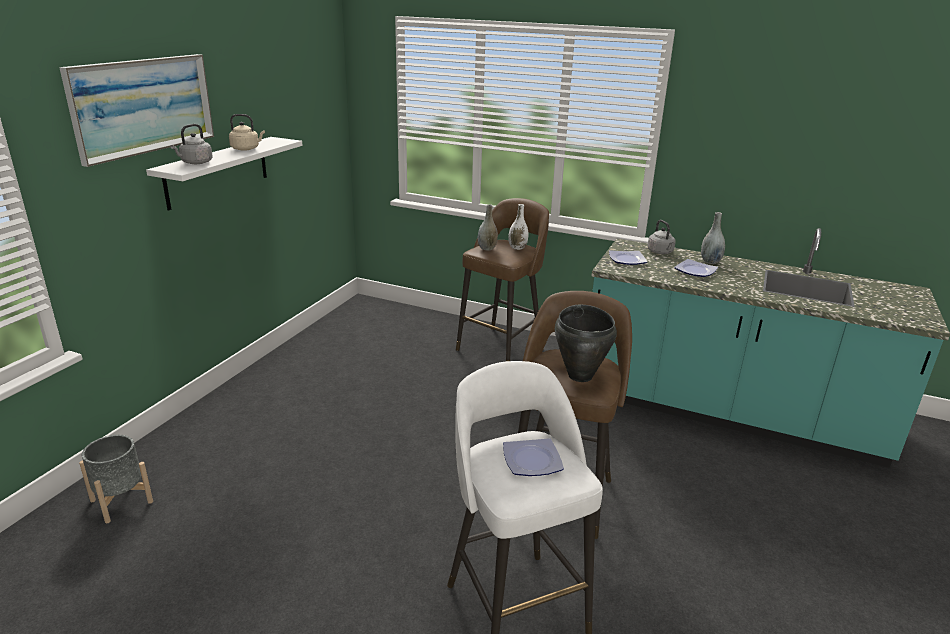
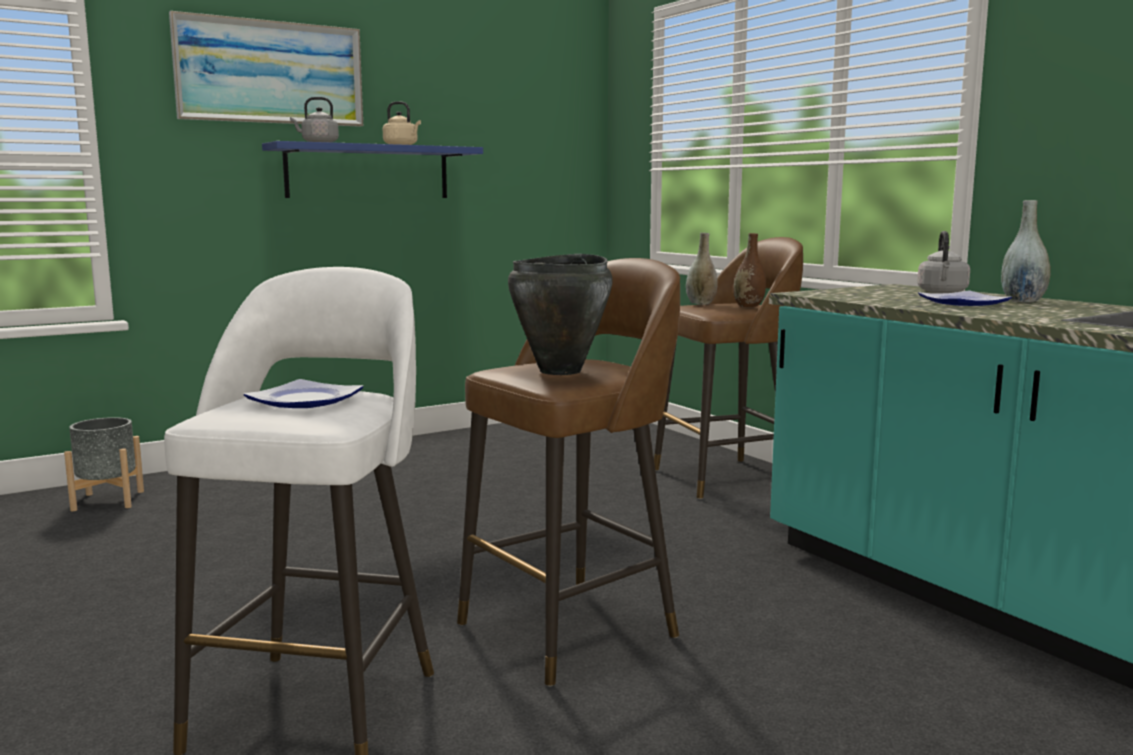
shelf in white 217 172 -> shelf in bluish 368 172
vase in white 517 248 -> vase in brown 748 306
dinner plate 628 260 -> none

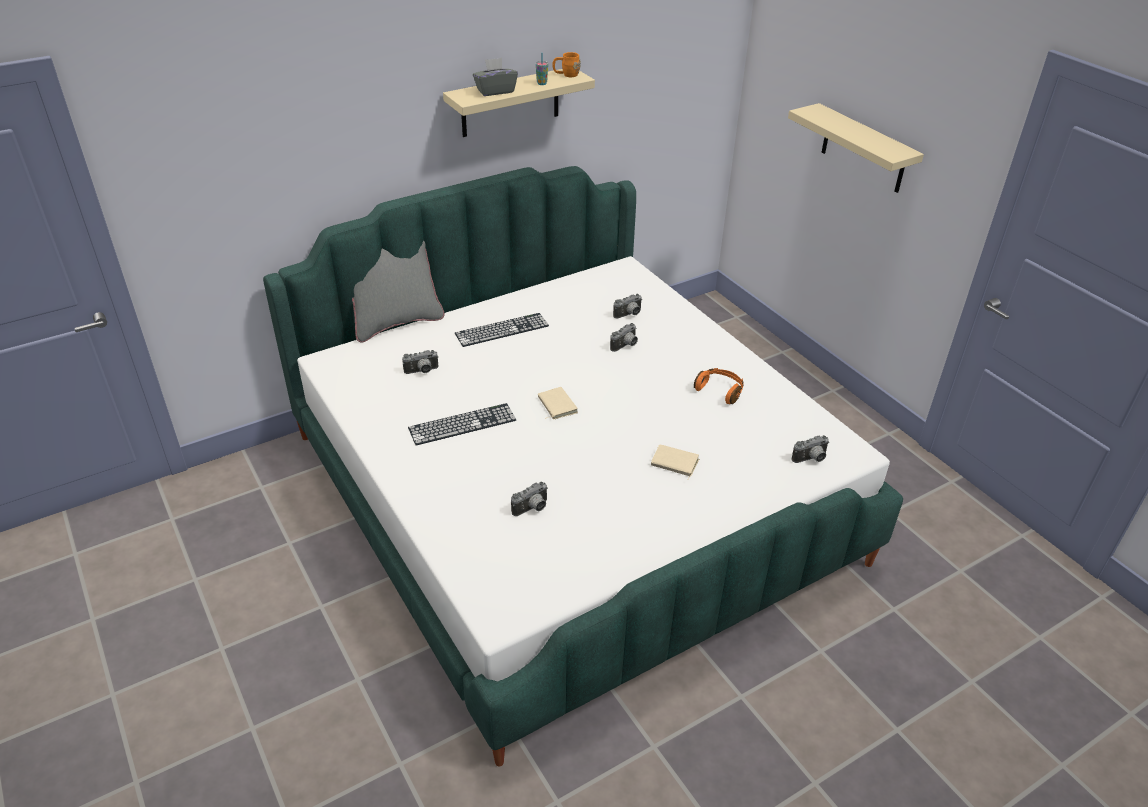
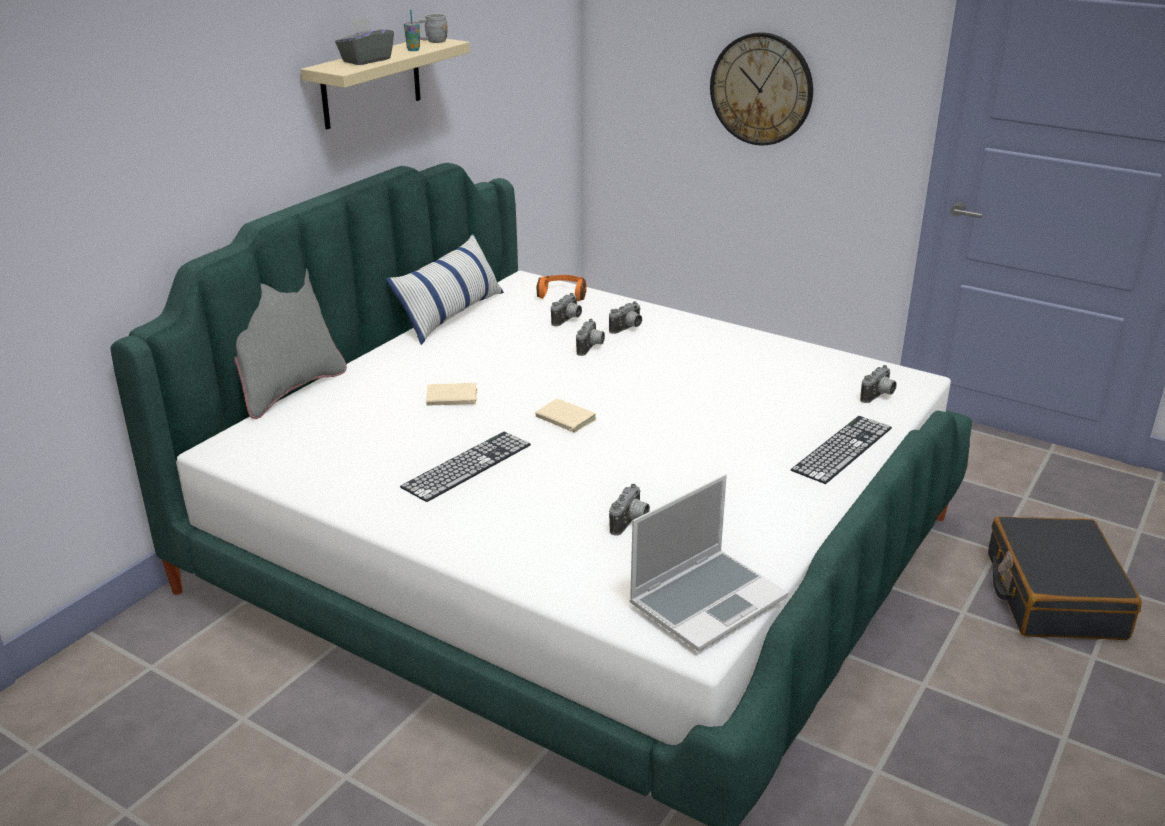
none -> throw pillow 451 314
tea mug in orange 566 75 -> tea mug in grey 432 41
bound book in beige-coloured 674 463 -> bound book in beige-coloured 451 398, moved
pair of headphones in orange 720 390 -> pair of headphones in orange 563 294, moved
still camera 422 372 -> still camera 628 329, moved
none -> laptop 707 600
shelf in beige-coloured 864 149 -> hanging clock 761 89
computer keyboard 502 330 -> computer keyboard 842 449, moved
none -> suitcase in black-coloured 1053 595

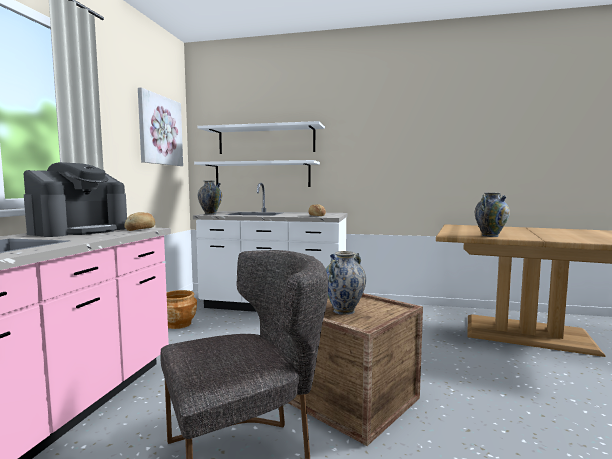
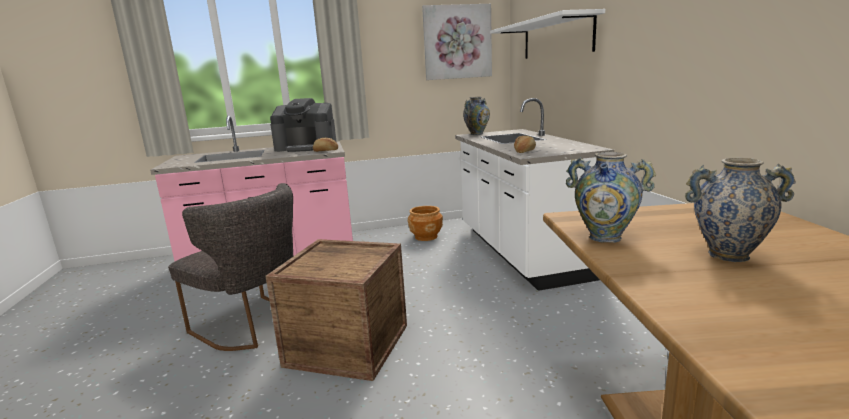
vase 343 311 -> vase 728 255, moved
shelf in white 262 175 -> none

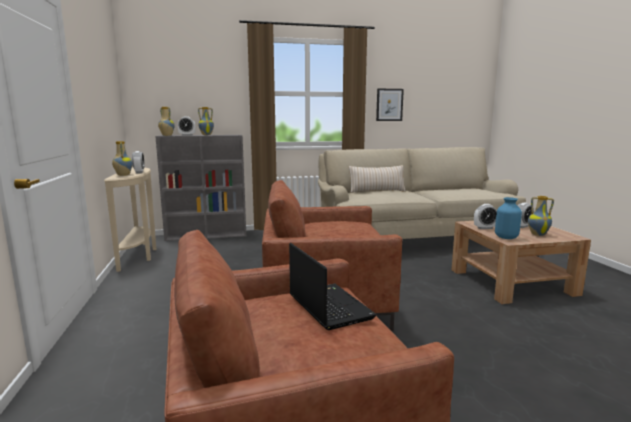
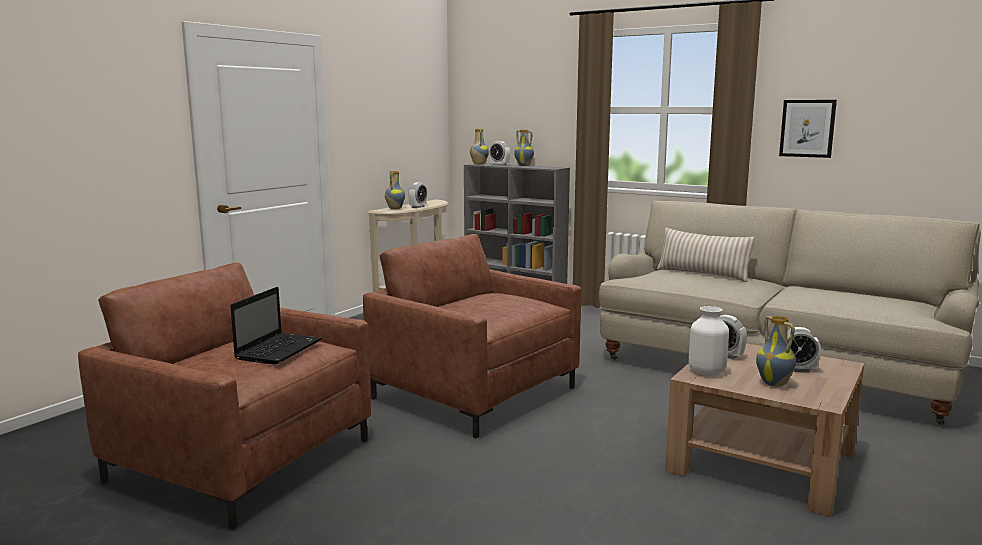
vase in bluish 505 237 -> vase in white 706 372

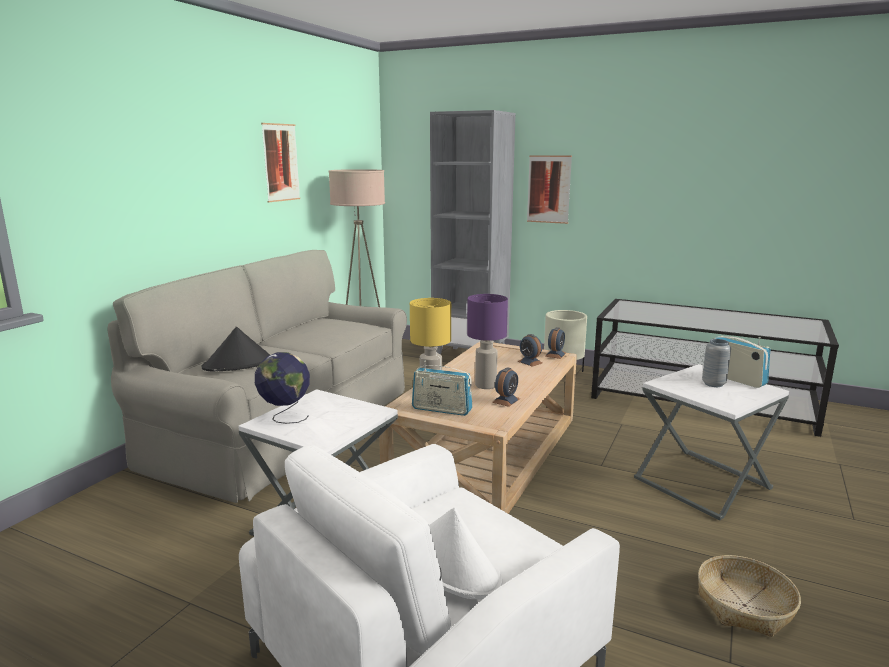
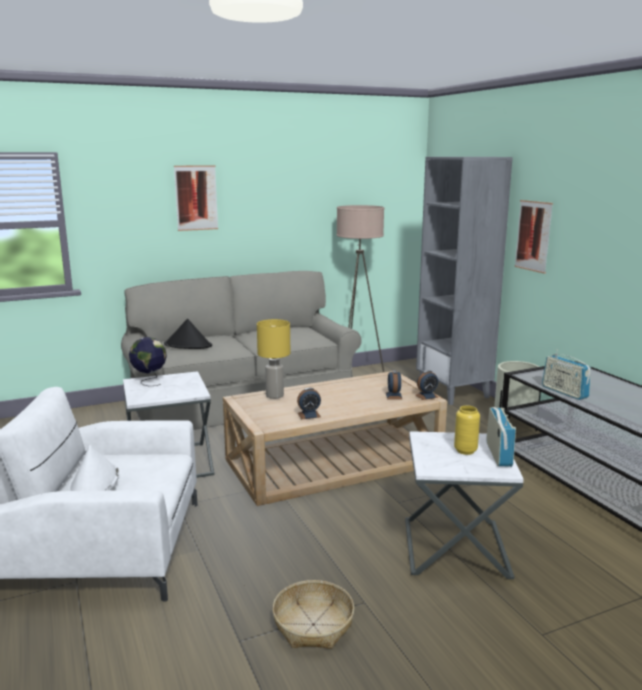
picture 281 162 -> picture 196 198, moved
vase in grey 713 384 -> vase in yellowish 465 451
radio set 441 409 -> radio set 564 392, moved
table lamp in purplish 485 385 -> none

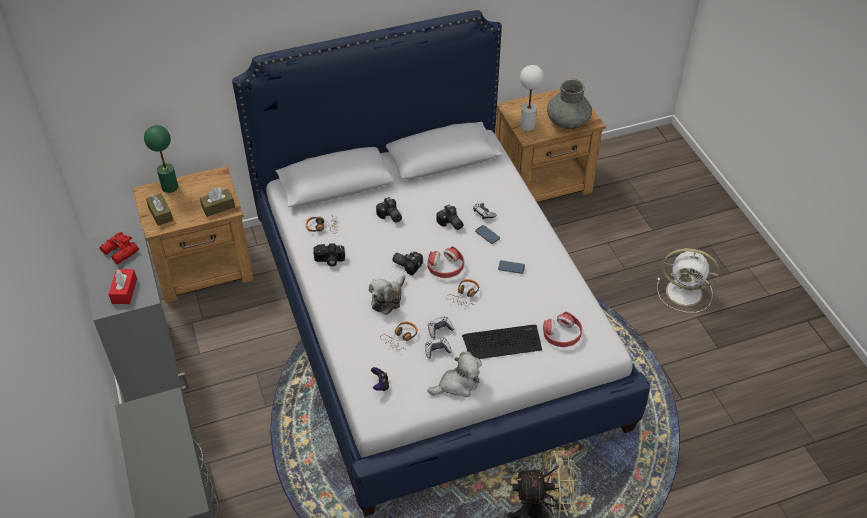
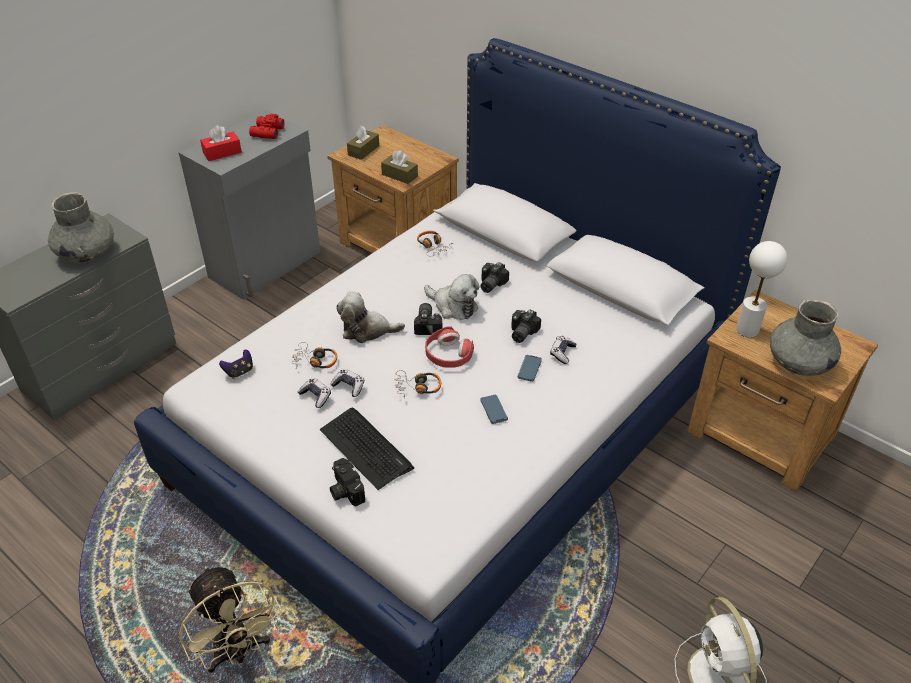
none -> vase in grey 86 252
still camera 329 260 -> still camera 344 490, moved
soft toy 457 384 -> soft toy 453 306, moved
table lamp in green 169 187 -> none
pair of headphones in reddish 562 334 -> none

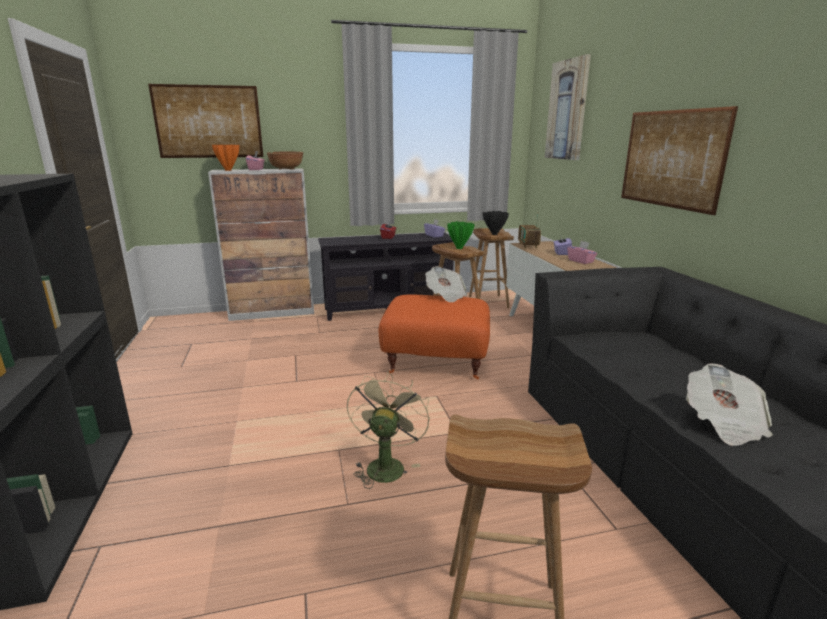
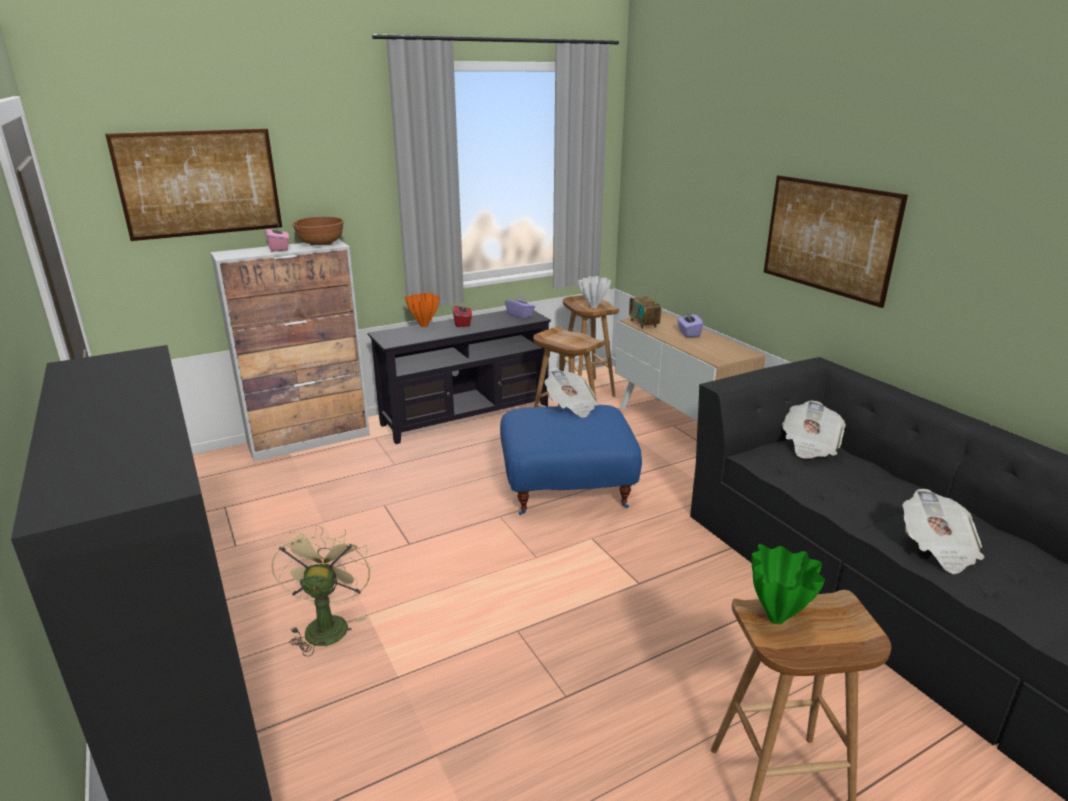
electric fan in beige-coloured 386 464 -> electric fan in beige-coloured 326 624, moved
vase in orange 228 170 -> vase in orange 424 326, moved
footrest in orange 436 361 -> footrest in bluish 567 489
vase in black-coloured 495 234 -> vase in white 594 307
vase in green 459 248 -> vase in green 777 619, moved
none -> daily paper 810 445
picture 567 110 -> none
tissue holder in pink 581 261 -> none

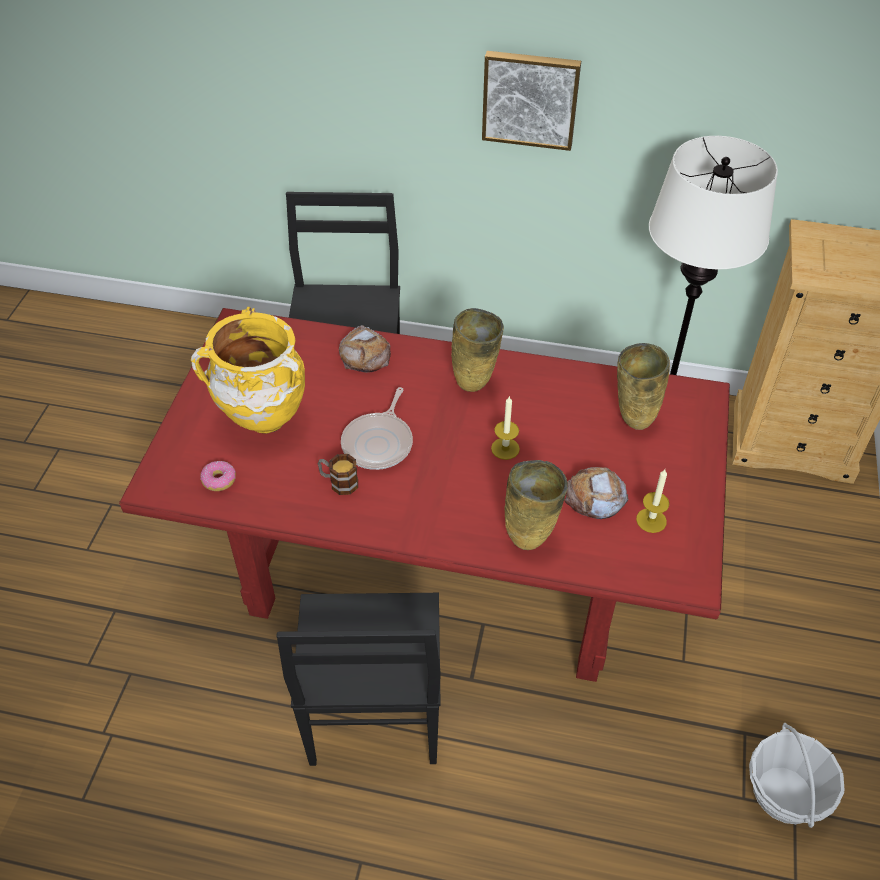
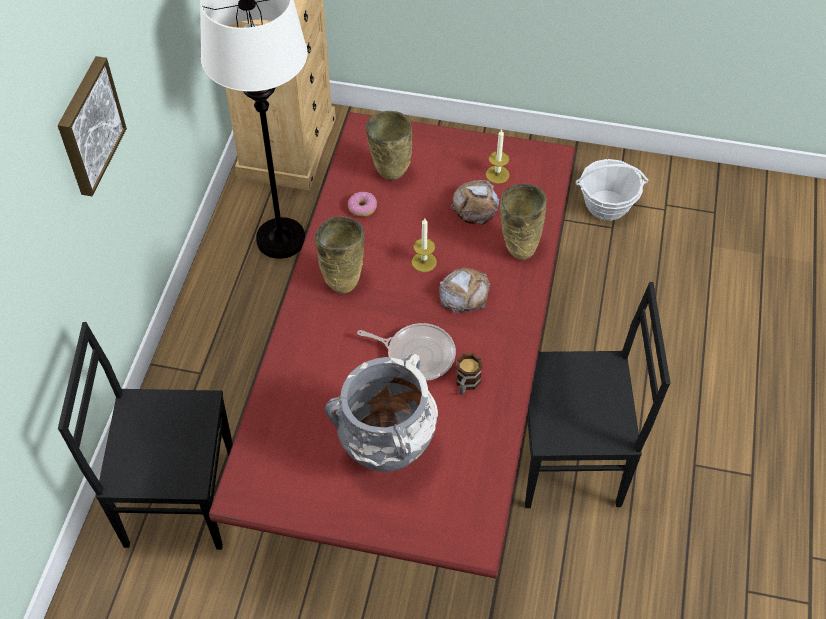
vase in yellowish 263 420 -> vase in grey 387 453
doughnut 219 480 -> doughnut 362 207, moved
bread 365 355 -> bread 464 293, moved

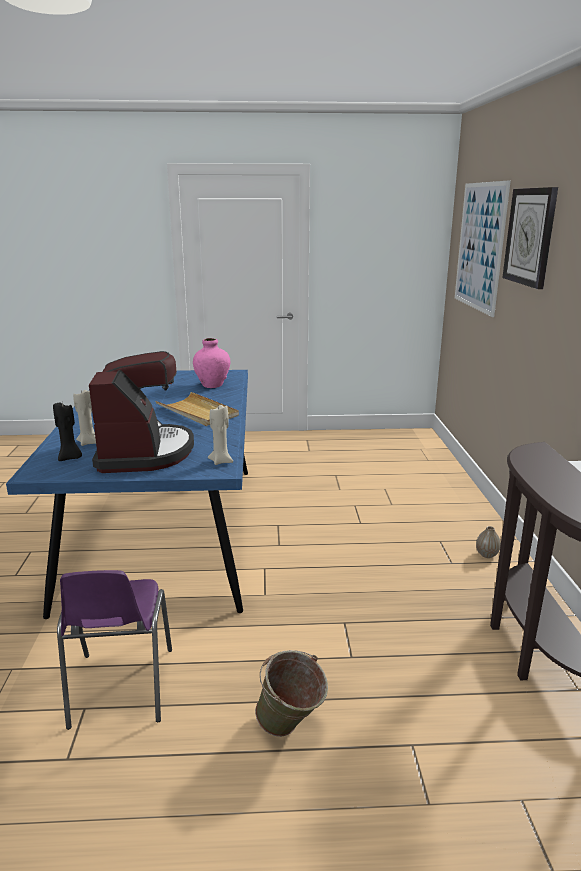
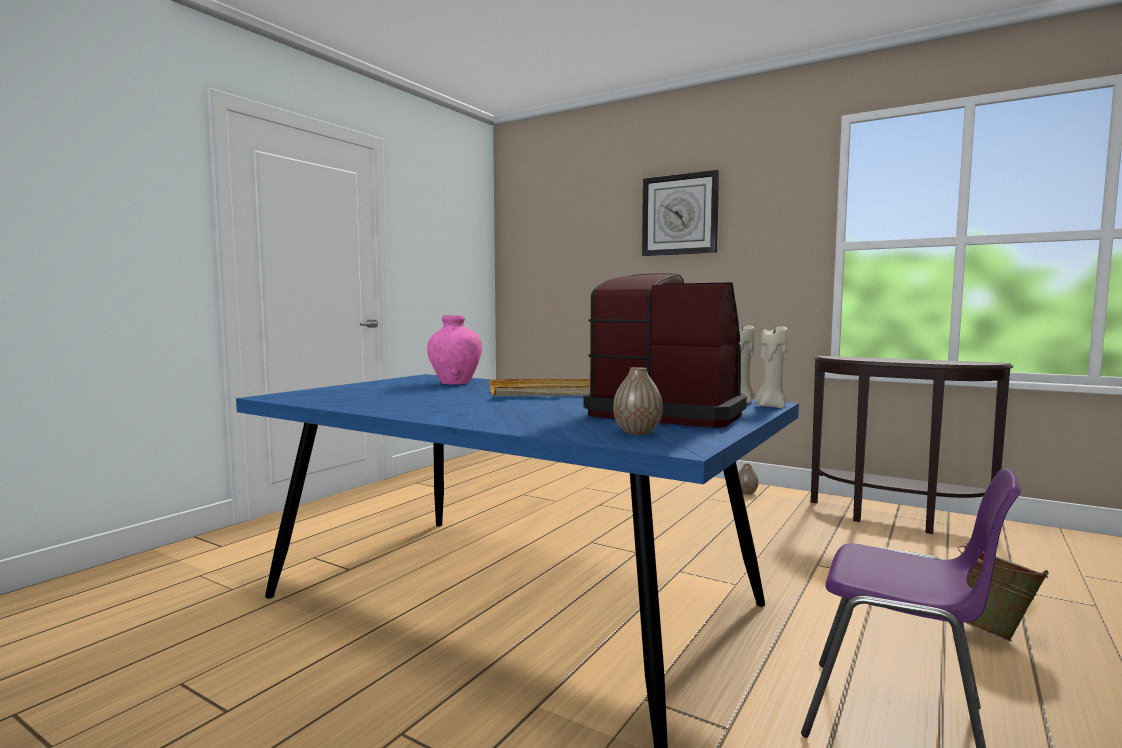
candle in black-coloured 70 458 -> vase 637 432
candle in beige-coloured 88 442 -> candle in beige-coloured 771 406, moved
picture 479 246 -> none

